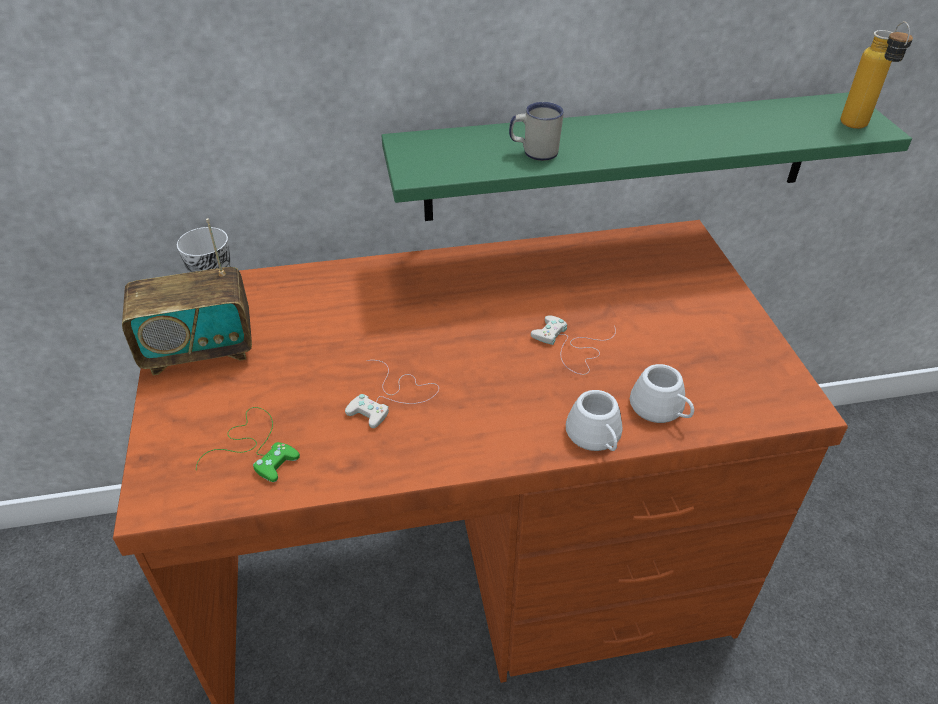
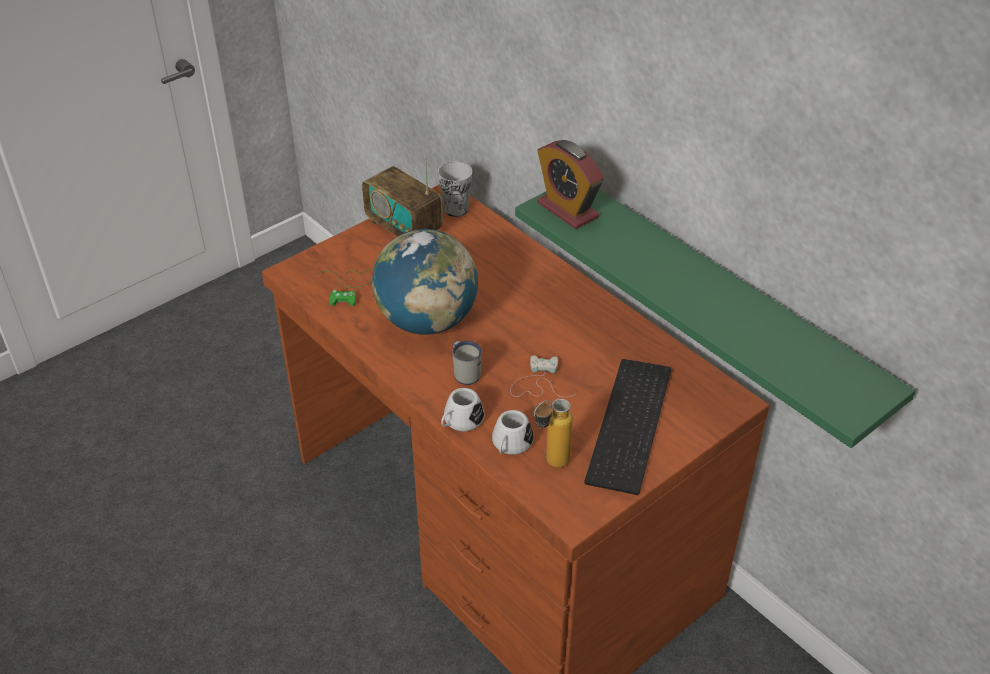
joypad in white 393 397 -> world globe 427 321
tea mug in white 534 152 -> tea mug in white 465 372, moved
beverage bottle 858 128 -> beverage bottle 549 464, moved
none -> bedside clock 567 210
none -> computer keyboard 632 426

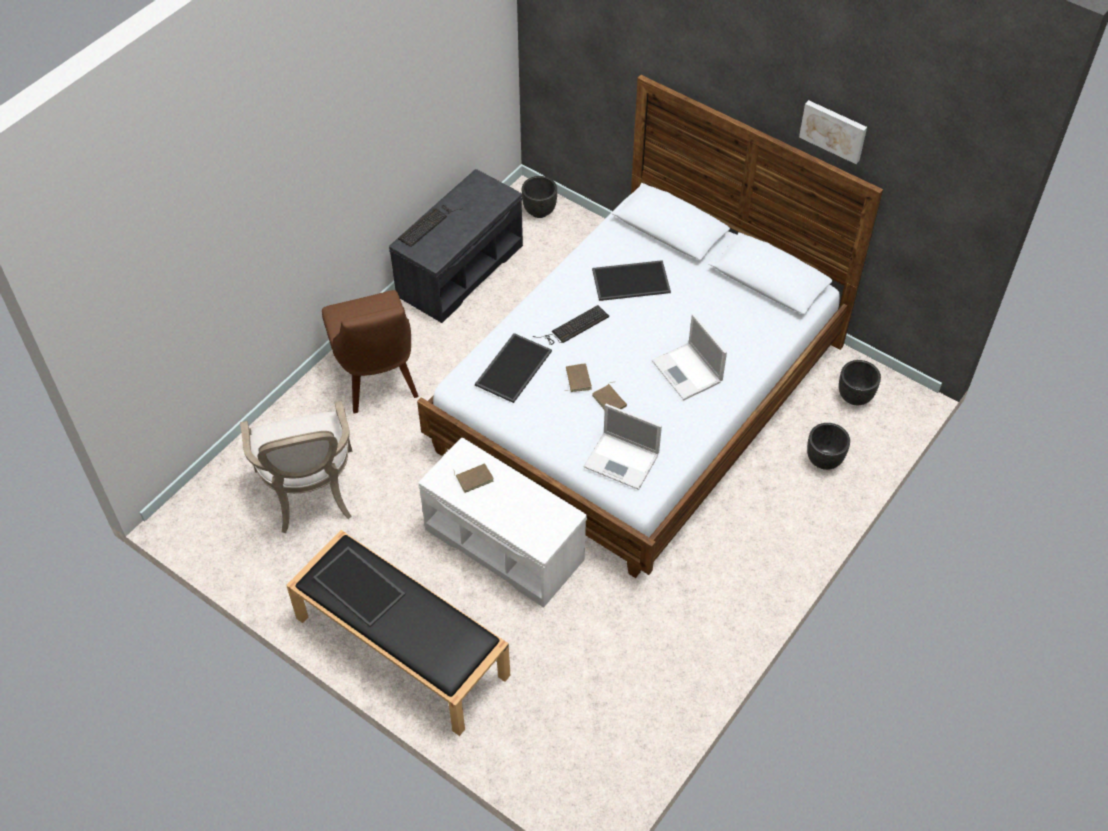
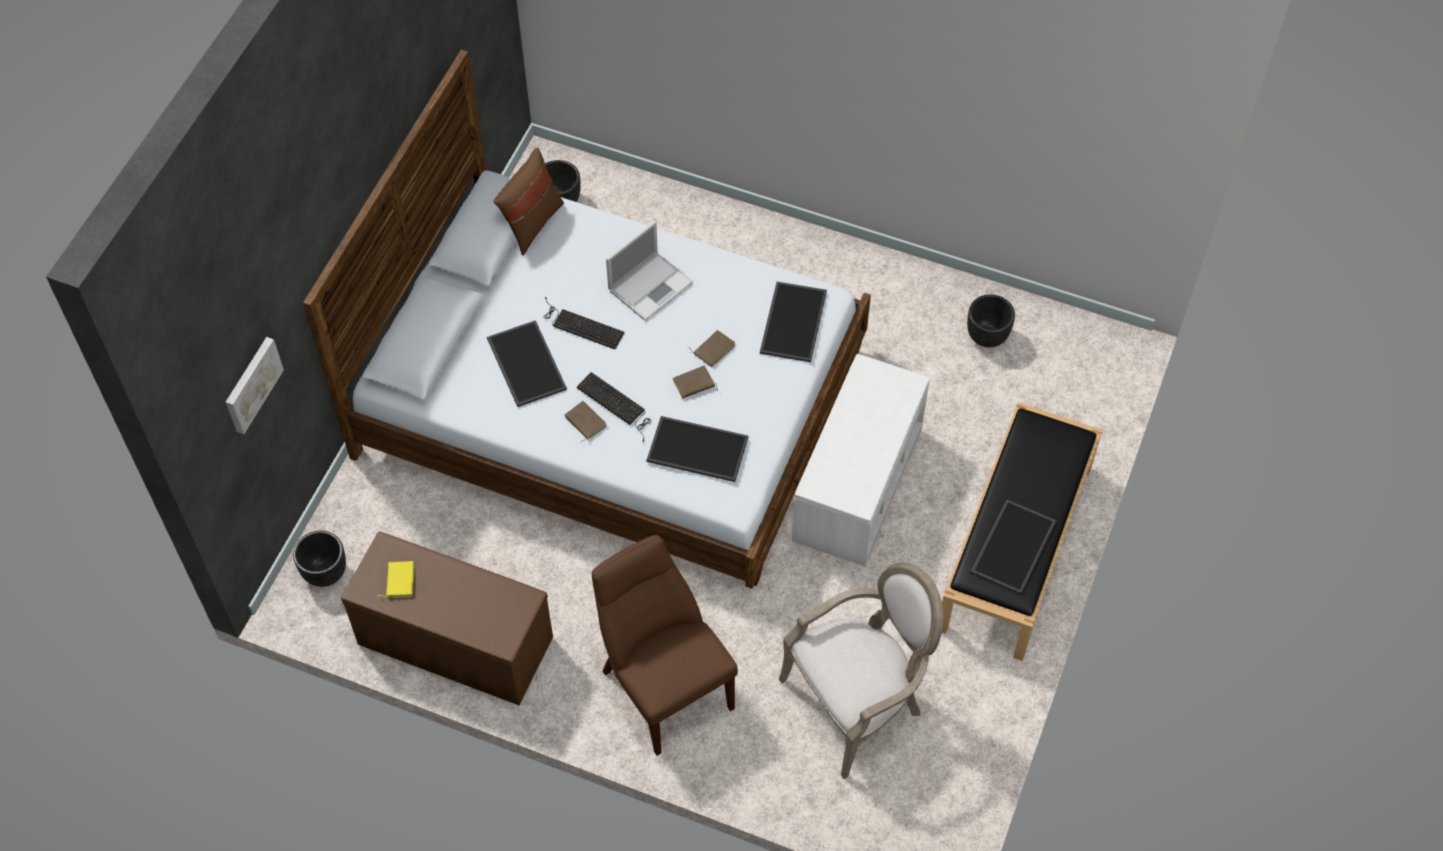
picture 834 130 -> picture 251 384, moved
long seat in grey 460 269 -> long seat in brown 453 641
none -> bound book in yellowish 399 580
none -> throw pillow in brown 531 223
computer keyboard 428 224 -> computer keyboard 581 325, moved
bound book in brown 474 478 -> bound book in brown 584 422, moved
upright chair in brown 377 378 -> upright chair in brown 663 684, 90 degrees counterclockwise
laptop 622 461 -> serving tray 792 321
flower pot in black-coloured 823 461 -> flower pot in black-coloured 987 337, moved

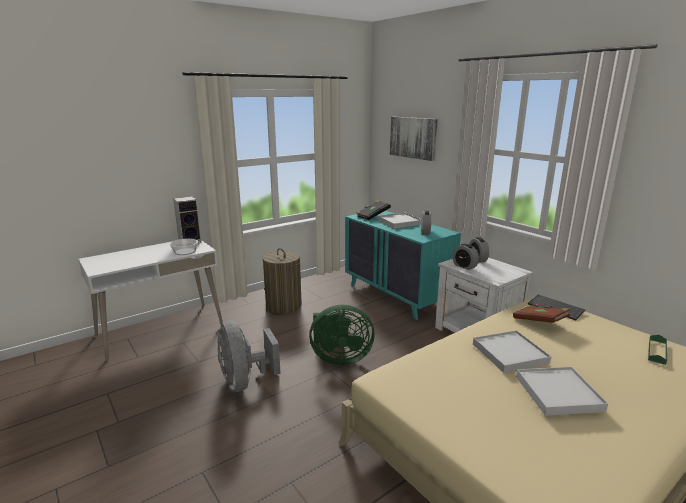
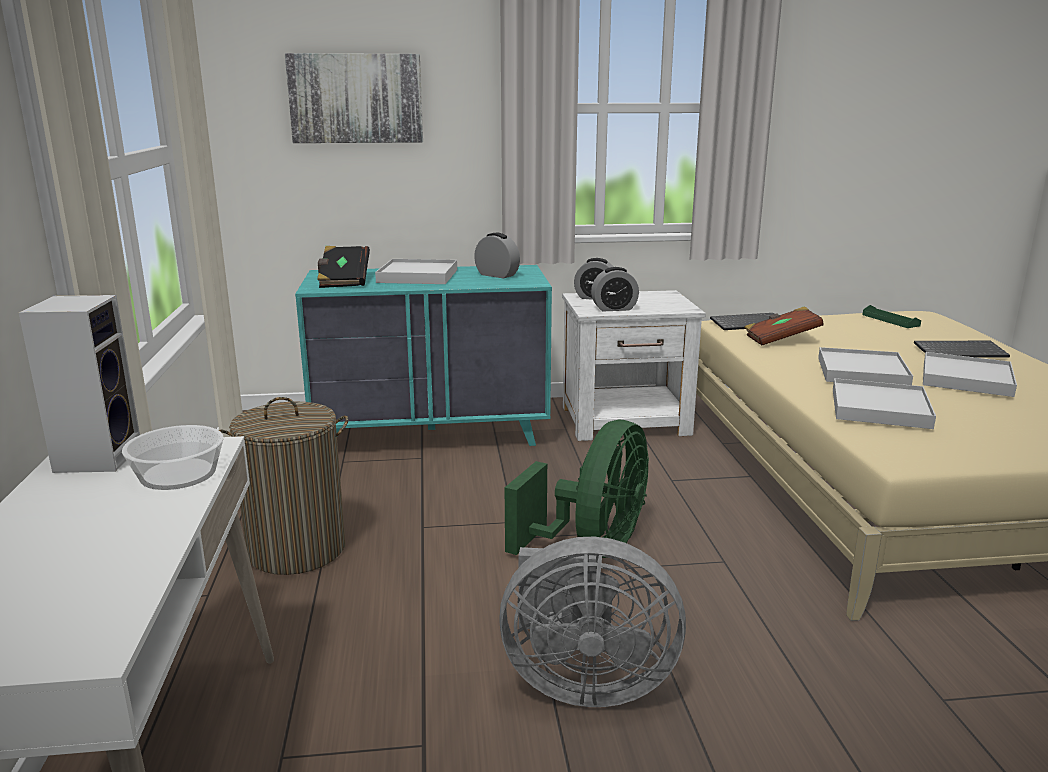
none -> serving tray in white 879 408
none -> computer keyboard 960 351

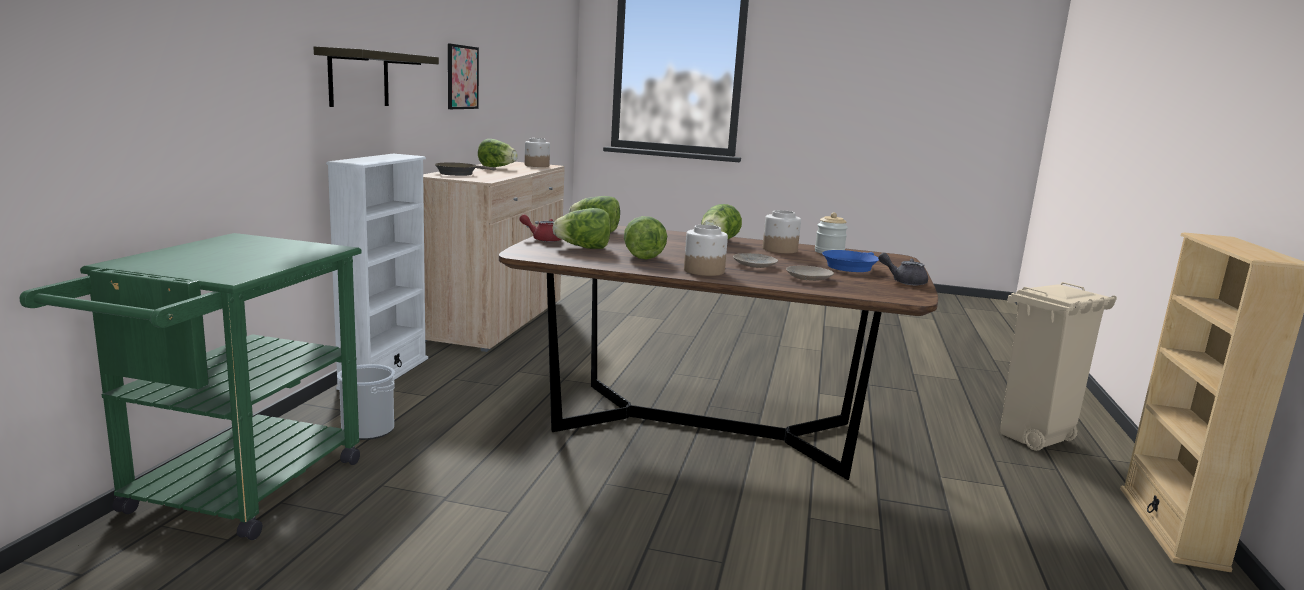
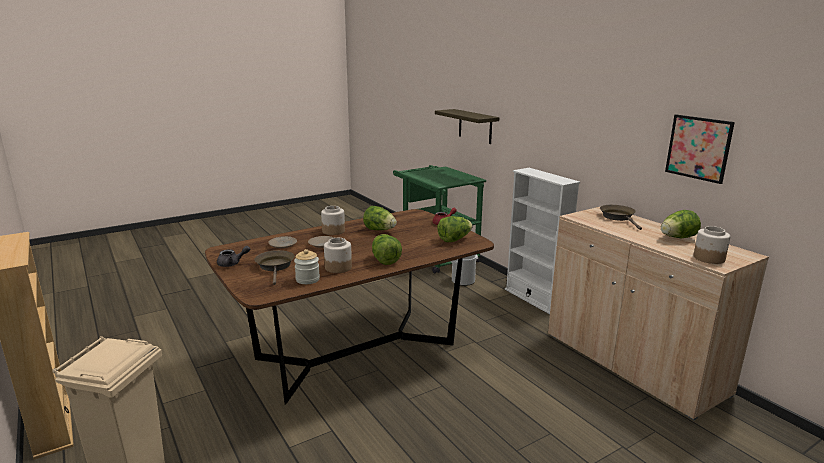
pan in bluish 850 266 -> pan in brown 275 267
shelf 359 78 -> shelf 475 126, moved
lettuce head 583 248 -> none

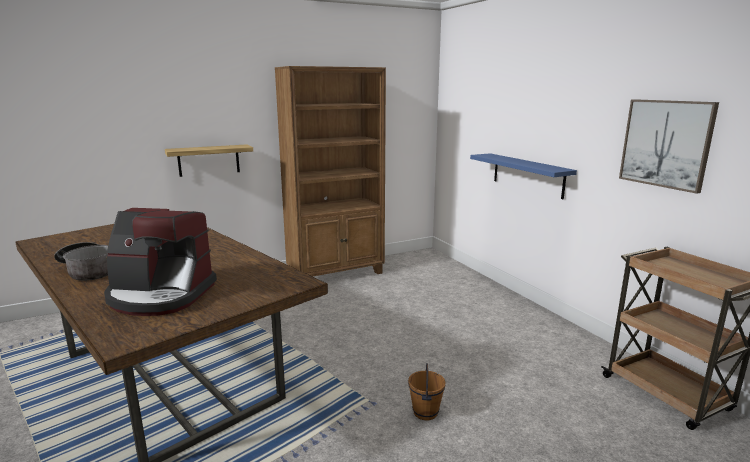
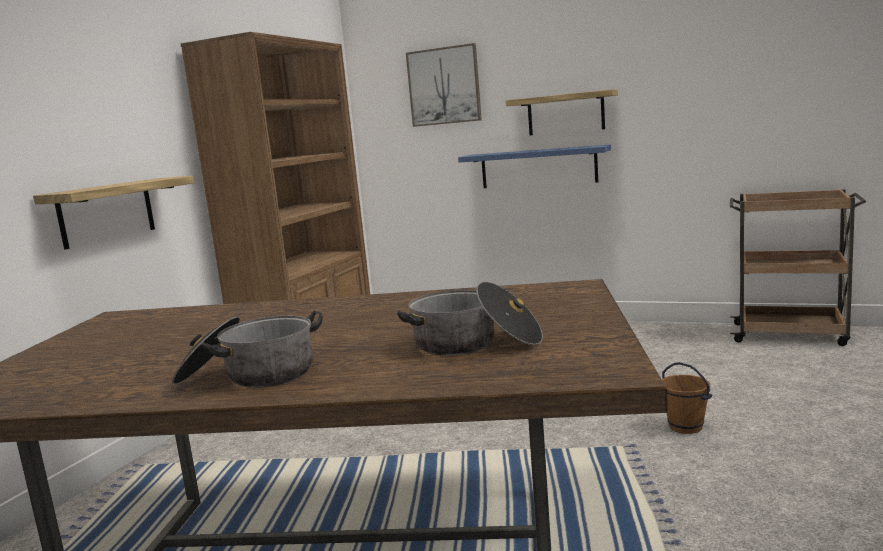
coffee brewer 160 295 -> cooking pot 475 343
picture 666 143 -> picture 444 86, moved
none -> shelf 565 113

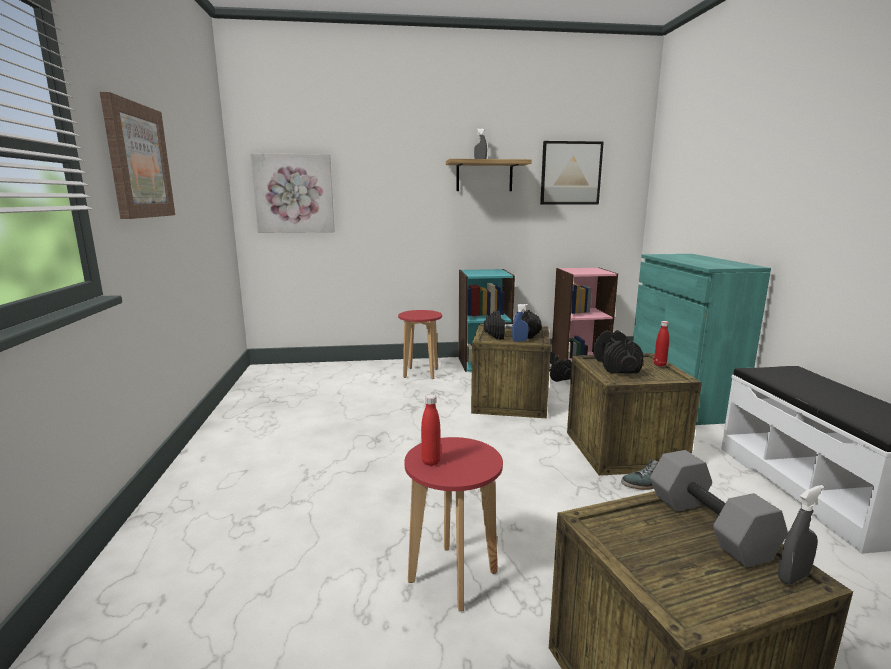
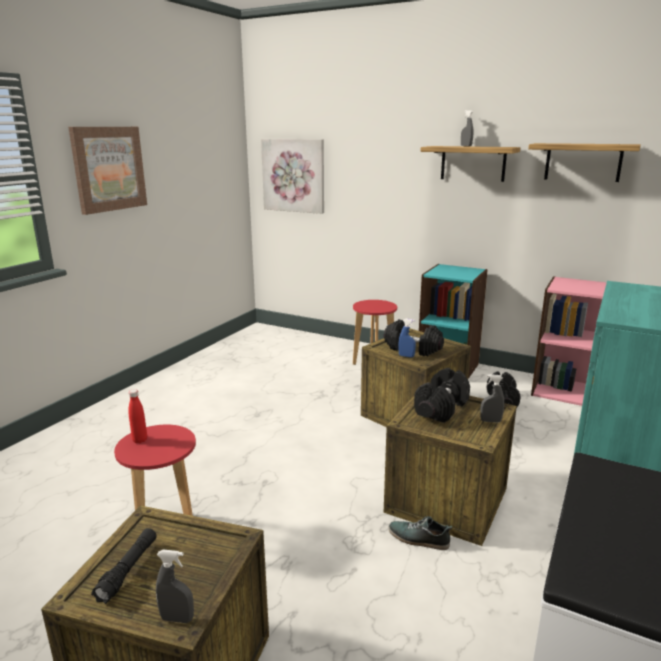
none -> flashlight in black-coloured 128 570
beverage bottle in reddish 660 365 -> sprayer in grey 490 421
picture 570 173 -> shelf 583 162
free weight in grey 706 525 -> none

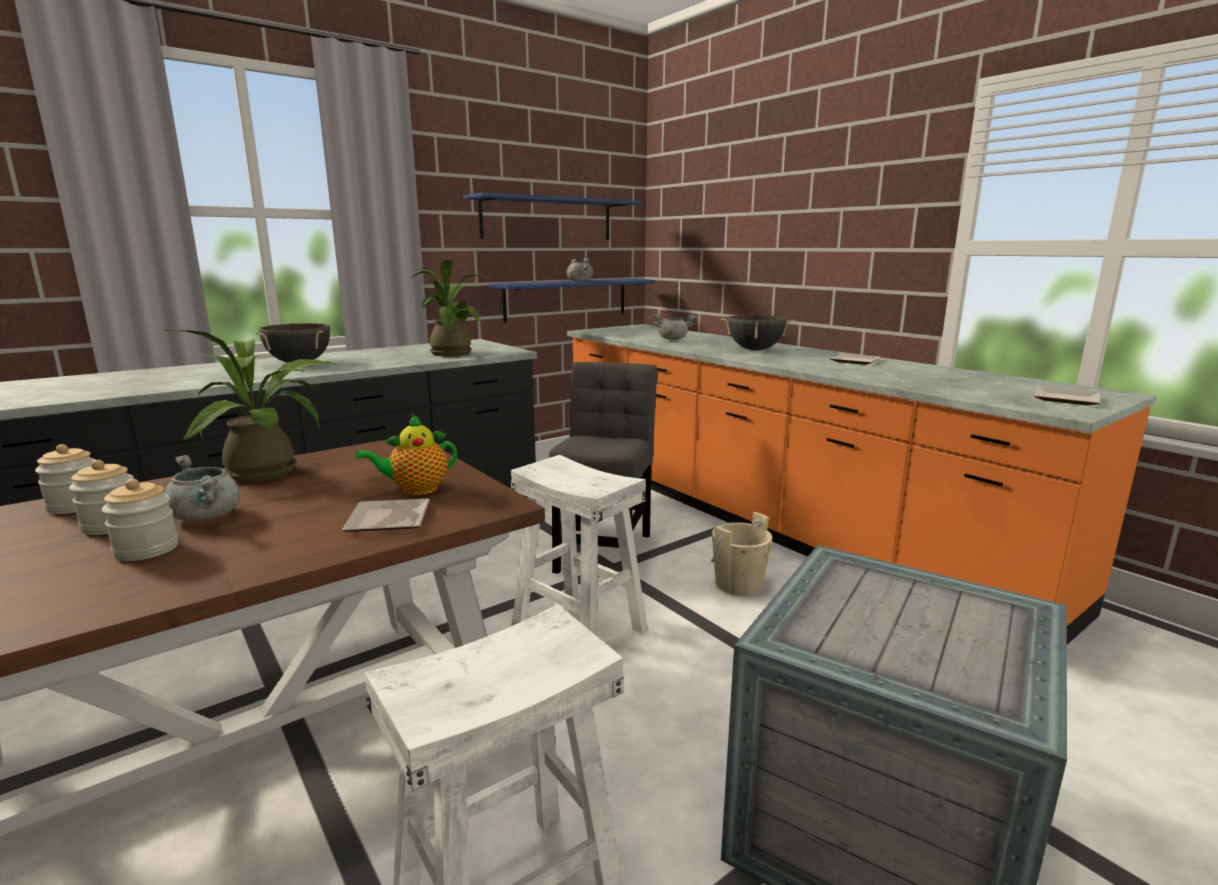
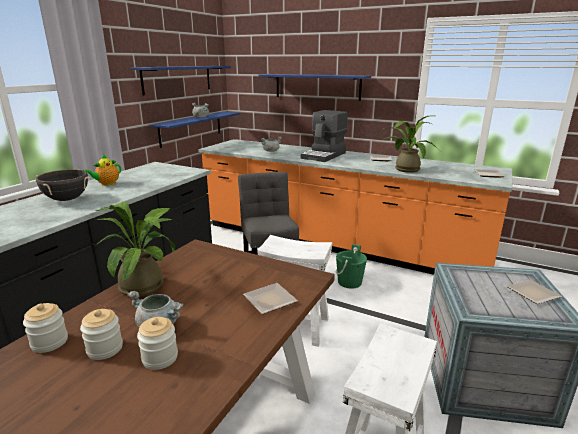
teapot 415 490 -> teapot 106 184, moved
none -> shelf in bluish 317 86
cooking pot in black-coloured 755 350 -> coffee brewer 324 155
bucket in beige-coloured 738 584 -> bucket in green 349 282
plant in a pot 452 353 -> plant in a pot 405 169, moved
none -> dinner plate 534 294

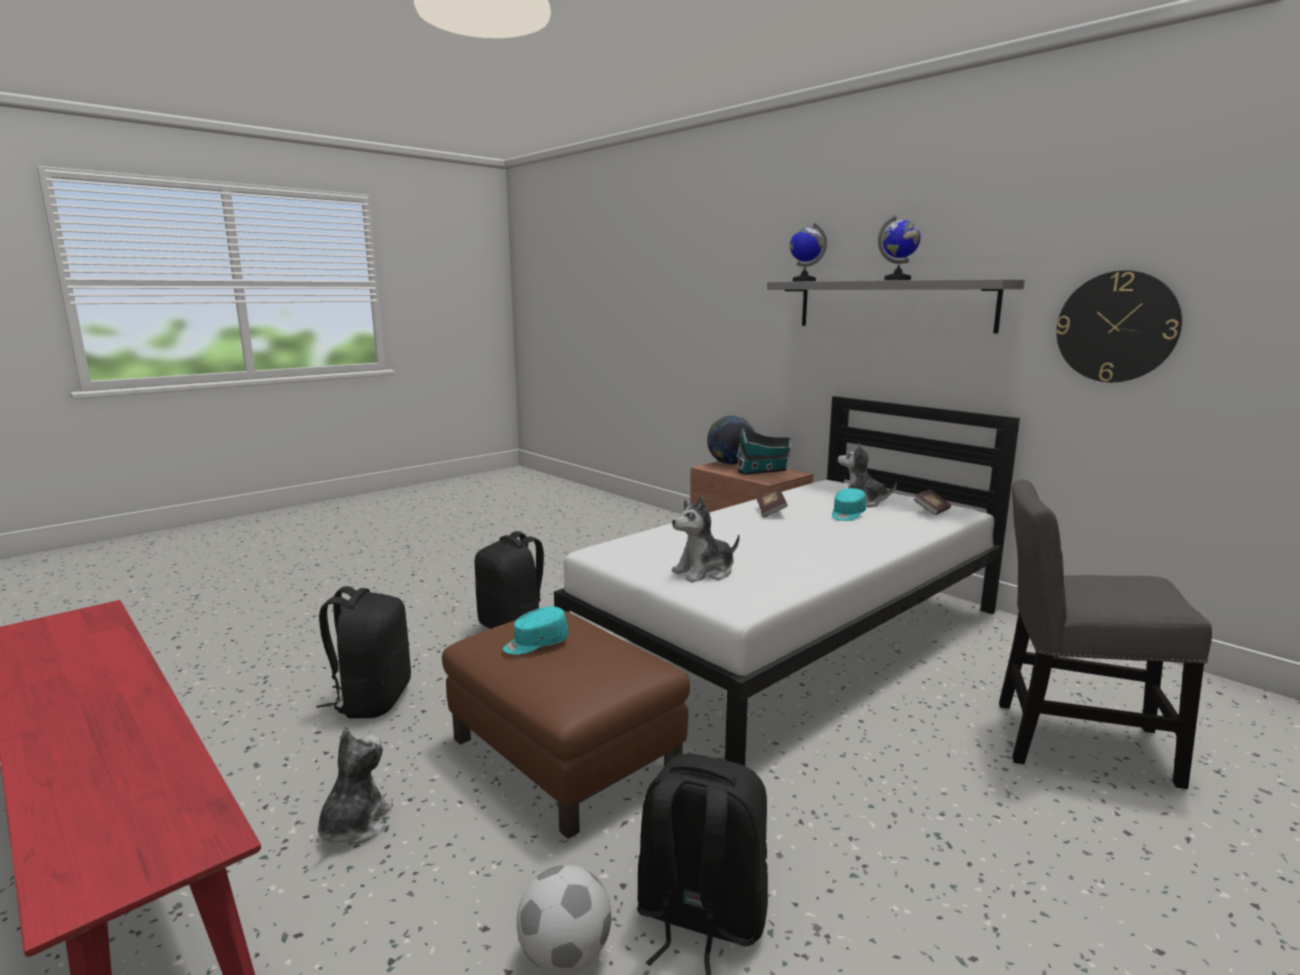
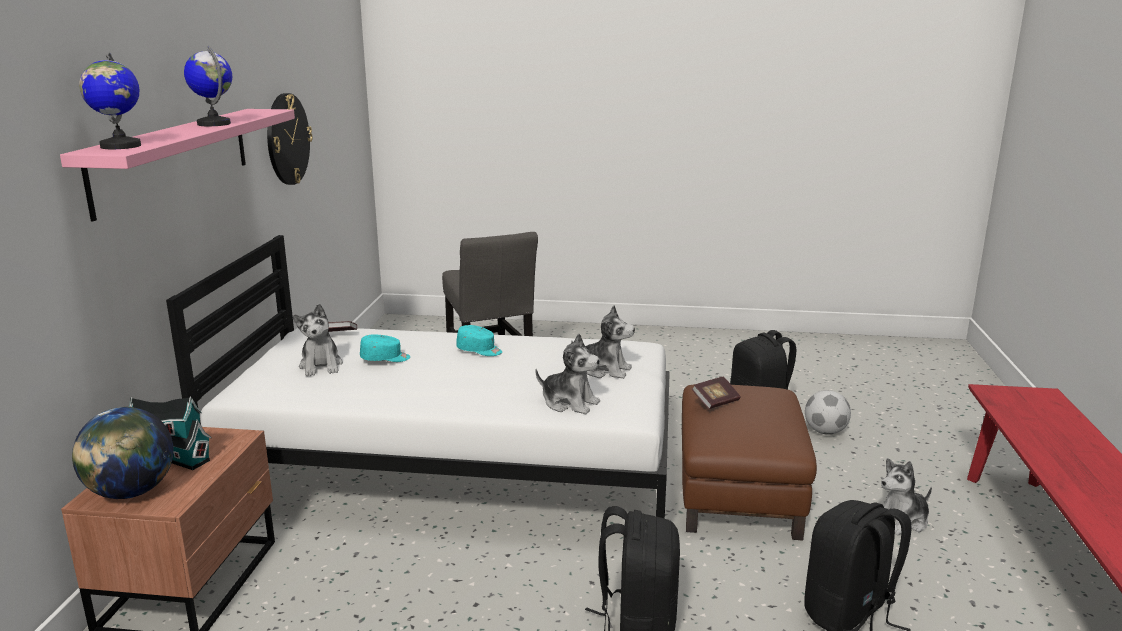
shelf in grey 892 305 -> shelf in pink 174 158
peaked cap in turquoise 535 644 -> peaked cap in turquoise 479 350, moved
none -> soft toy 569 403
bound book 771 511 -> bound book 715 402, moved

